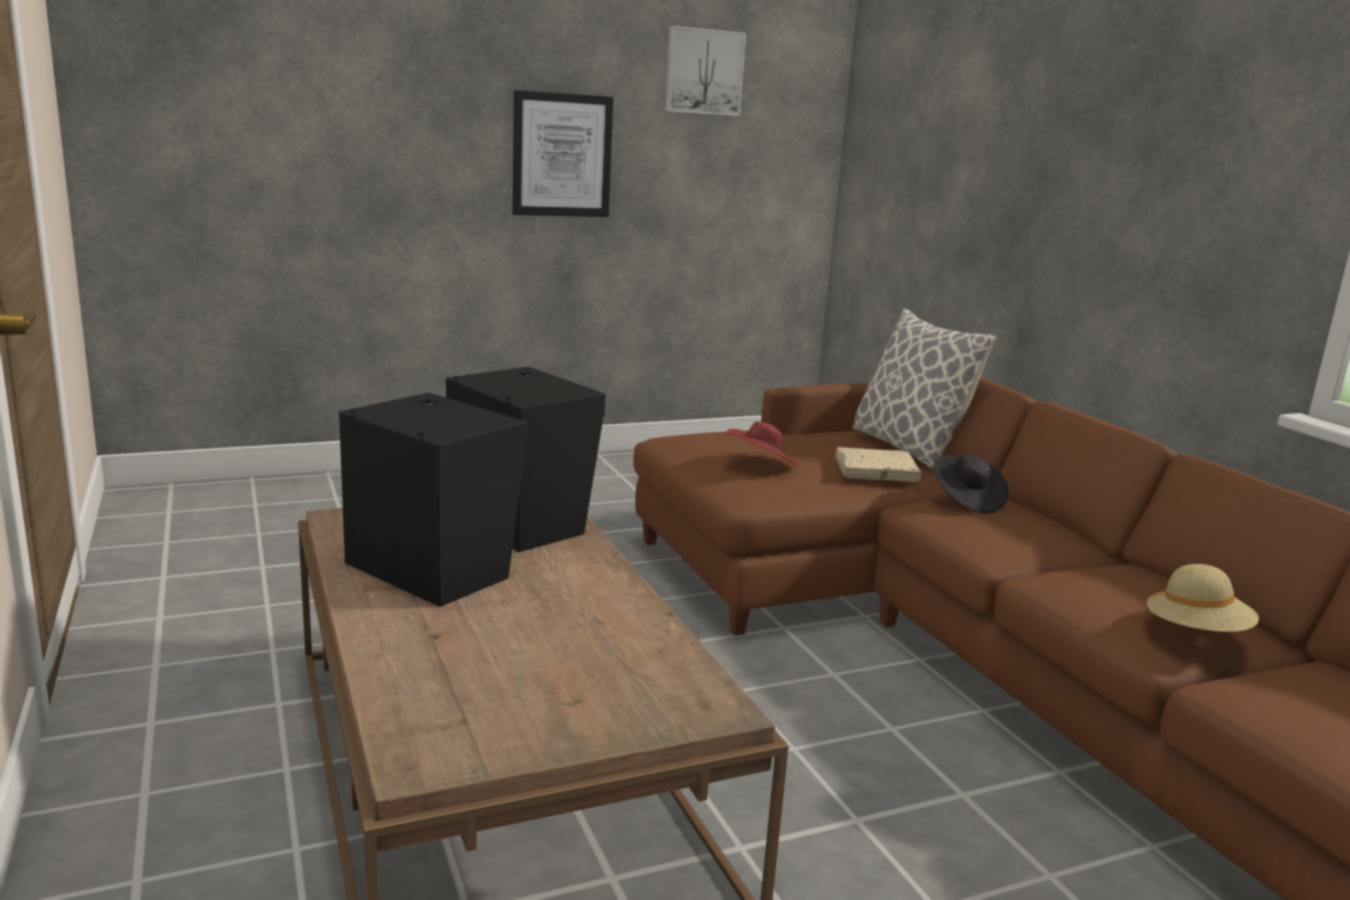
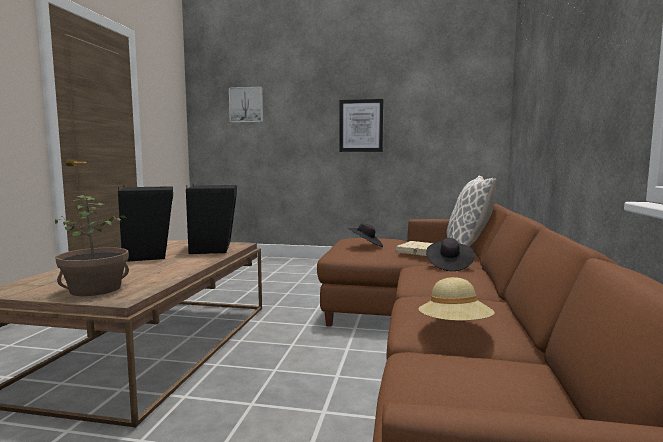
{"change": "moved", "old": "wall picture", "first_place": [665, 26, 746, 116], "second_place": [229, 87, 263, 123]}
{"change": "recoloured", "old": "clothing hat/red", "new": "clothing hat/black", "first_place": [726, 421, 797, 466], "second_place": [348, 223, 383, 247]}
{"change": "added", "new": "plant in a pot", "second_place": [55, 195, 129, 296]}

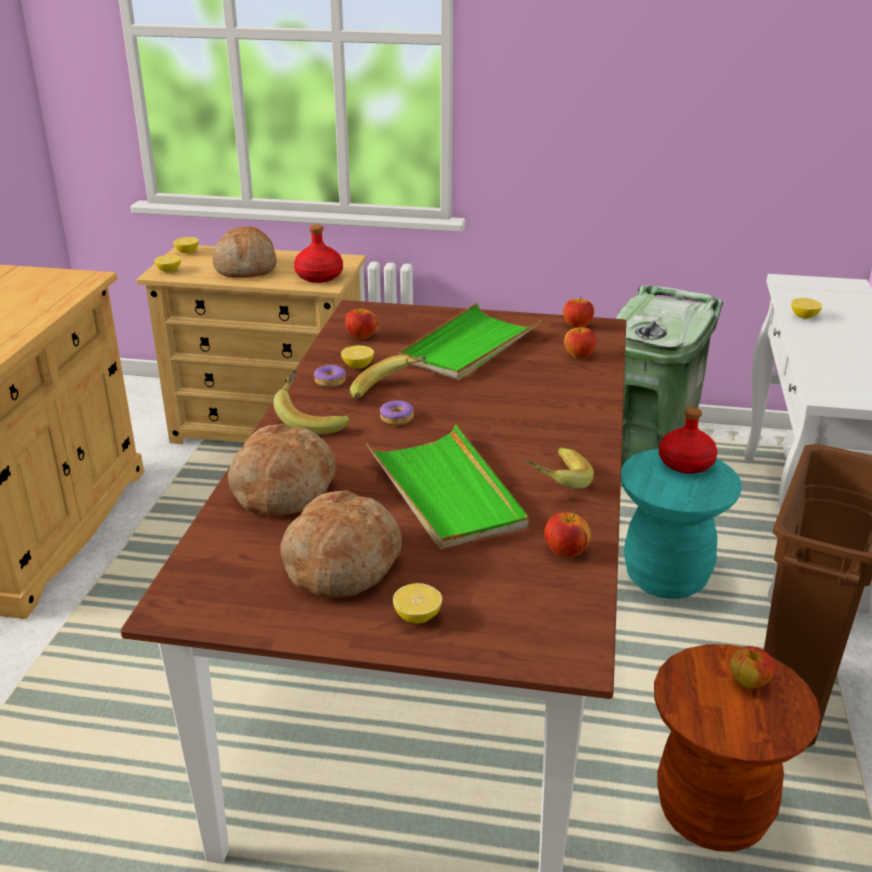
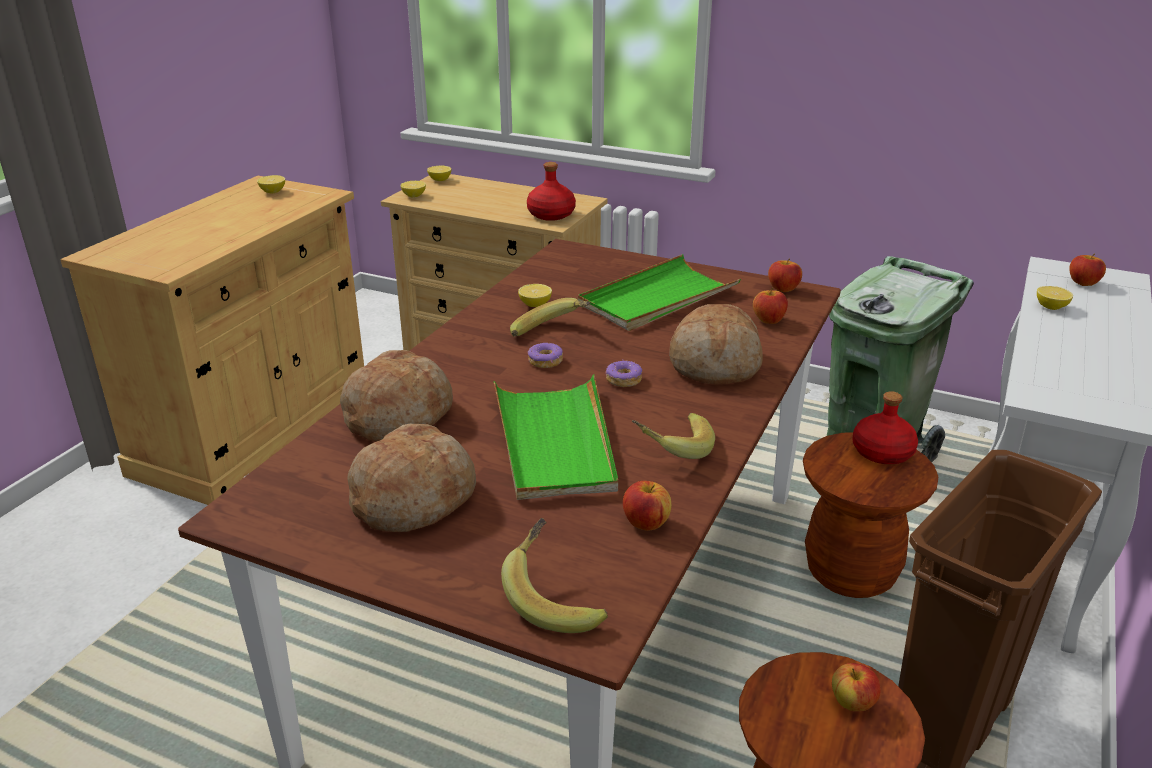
{"change": "moved", "old": "bread", "first_place": [212, 226, 277, 278], "second_place": [669, 304, 763, 385]}
{"change": "moved", "old": "apple", "first_place": [345, 307, 377, 339], "second_place": [1069, 253, 1106, 286]}
{"change": "moved", "old": "donut", "first_place": [314, 364, 346, 387], "second_place": [605, 359, 642, 387]}
{"change": "moved", "old": "whole banana", "first_place": [274, 370, 350, 434], "second_place": [501, 518, 608, 633]}
{"change": "recoloured", "old": "stool seat/turquoise", "new": "stool seat/brown-coloured", "first_place": [621, 449, 742, 599], "second_place": [803, 432, 939, 598]}
{"change": "moved", "old": "citrus fruit", "first_place": [393, 583, 442, 623], "second_place": [257, 175, 285, 194]}

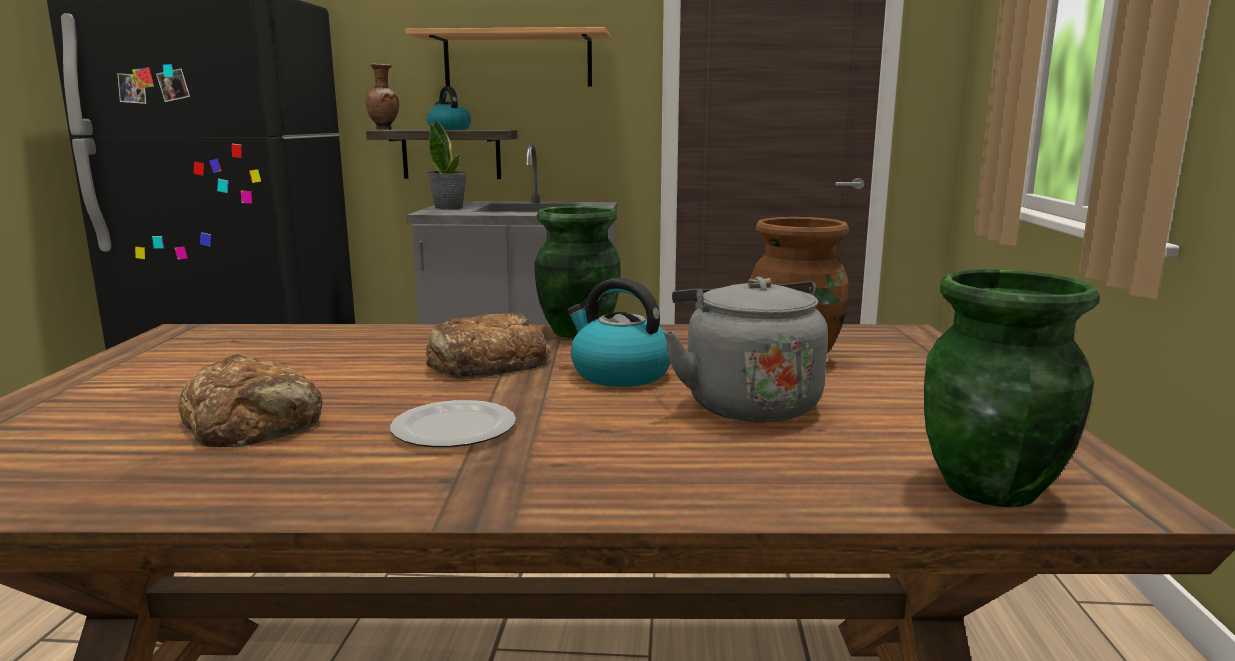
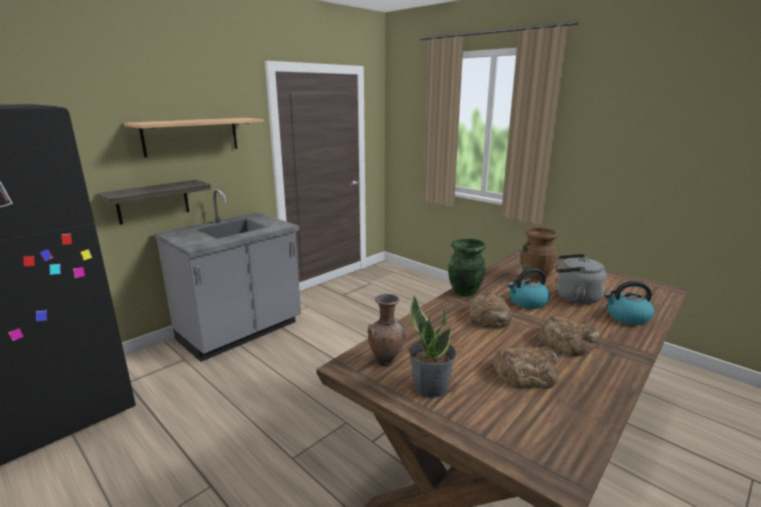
{"change": "moved", "old": "decorative vase/brown-coloured", "first_place": [365, 63, 399, 130], "second_place": [368, 294, 406, 366]}
{"change": "moved", "old": "tea kettle", "first_place": [427, 86, 471, 130], "second_place": [604, 281, 654, 325]}
{"change": "moved", "old": "plant in a pot", "first_place": [427, 119, 467, 210], "second_place": [409, 296, 457, 398]}
{"change": "removed", "old": "decorative vase/greenish", "first_place": [924, 269, 1100, 507]}
{"change": "replaced", "old": "flat dish", "new": "bread", "first_place": [390, 400, 516, 447], "second_place": [539, 316, 599, 356]}

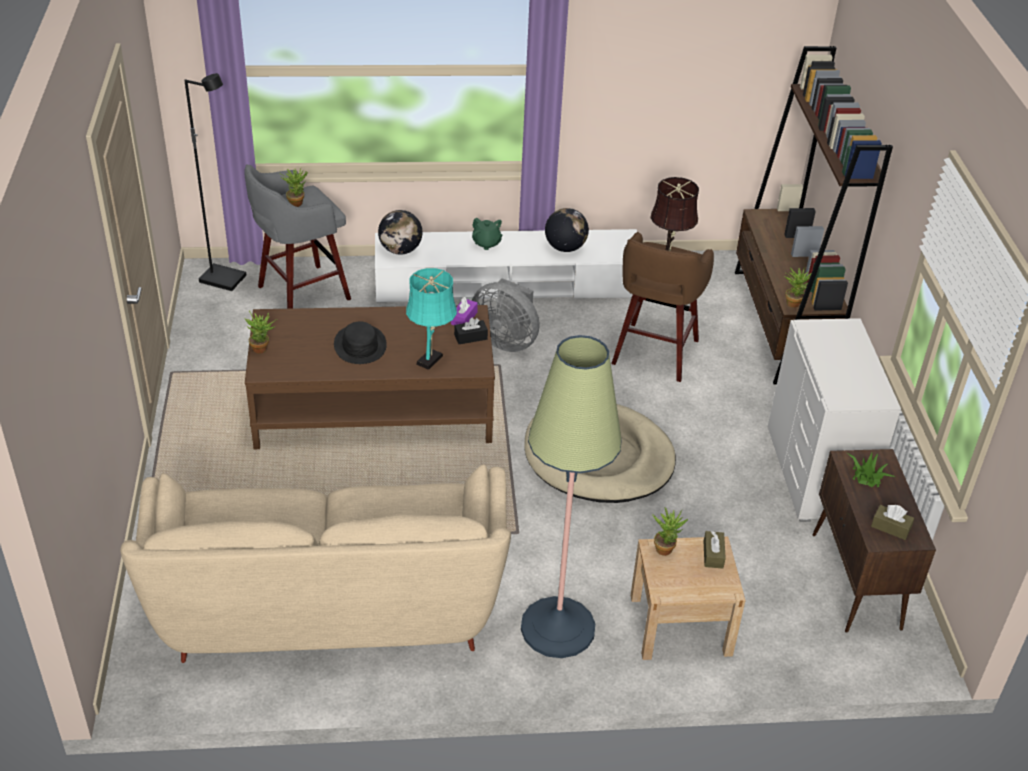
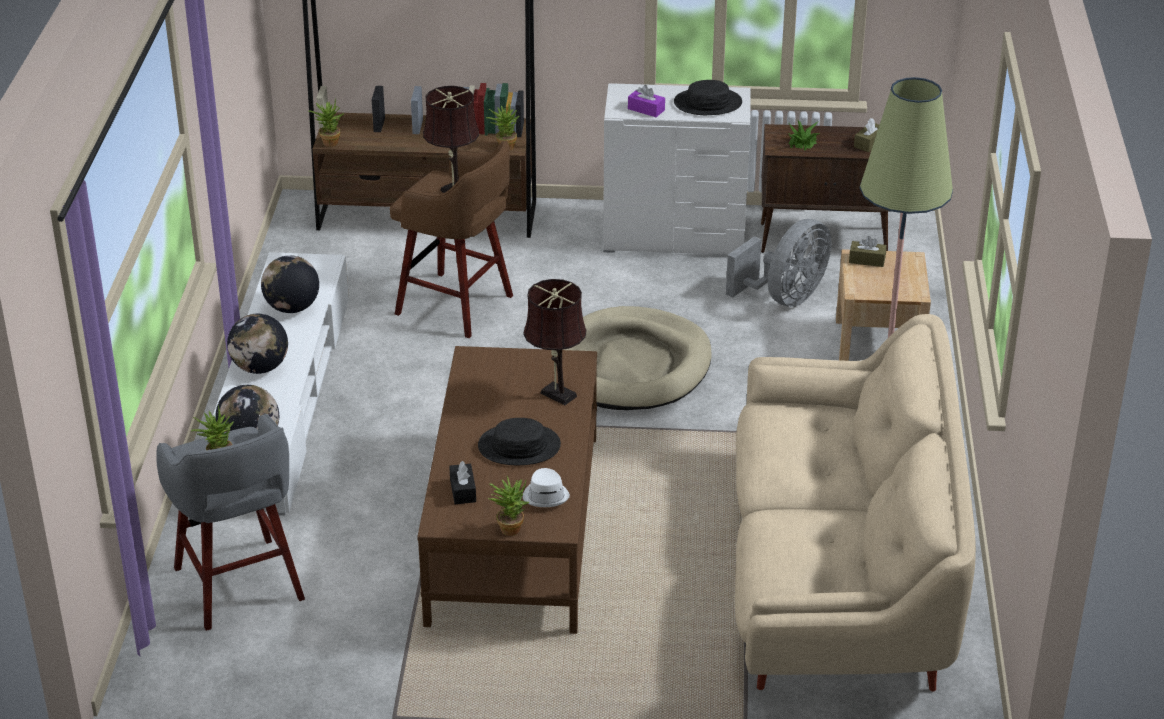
{"change": "removed", "old": "floor lamp/black", "first_place": [184, 73, 246, 291]}
{"change": "replaced", "old": "pot for tea/greenish", "new": "world globe", "first_place": [472, 218, 502, 250], "second_place": [227, 314, 288, 374]}
{"change": "recoloured", "old": "tabletop lamp/turquoise", "new": "tabletop lamp/brown-coloured", "first_place": [406, 268, 457, 370], "second_place": [523, 279, 587, 405]}
{"change": "moved", "old": "fan/grey", "first_place": [472, 278, 540, 352], "second_place": [726, 219, 831, 307]}
{"change": "moved", "old": "box of tissues/purple-coloured", "first_place": [451, 297, 478, 325], "second_place": [628, 85, 665, 117]}
{"change": "moved", "old": "box of tissues/black", "first_place": [454, 318, 488, 344], "second_place": [449, 461, 476, 504]}
{"change": "moved", "old": "plant in a pot", "first_place": [652, 507, 688, 556], "second_place": [308, 99, 344, 147]}
{"change": "added", "new": "clothing hat/black", "second_place": [674, 80, 742, 115]}
{"change": "added", "new": "clothing hat/white-coloured", "second_place": [523, 468, 570, 507]}

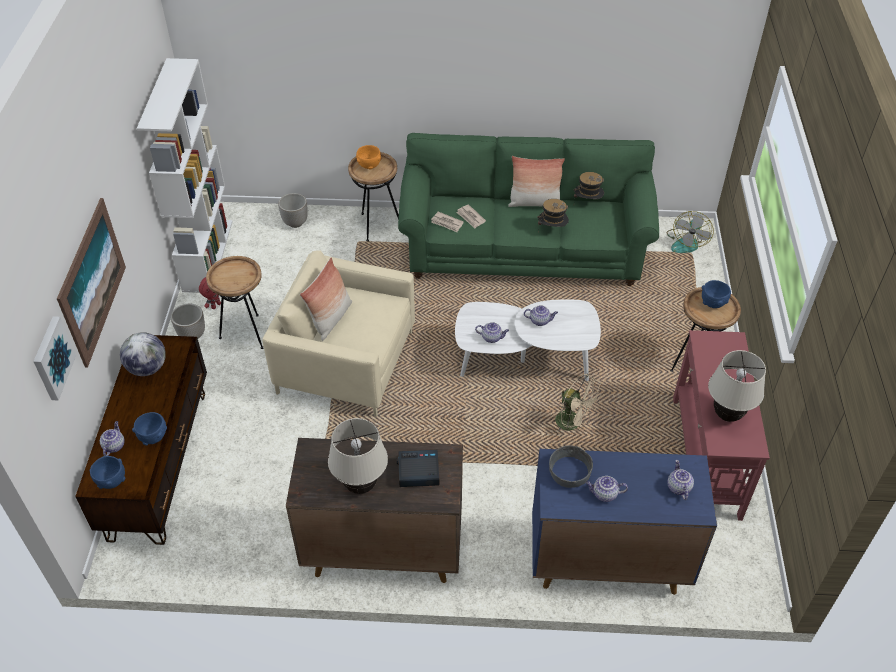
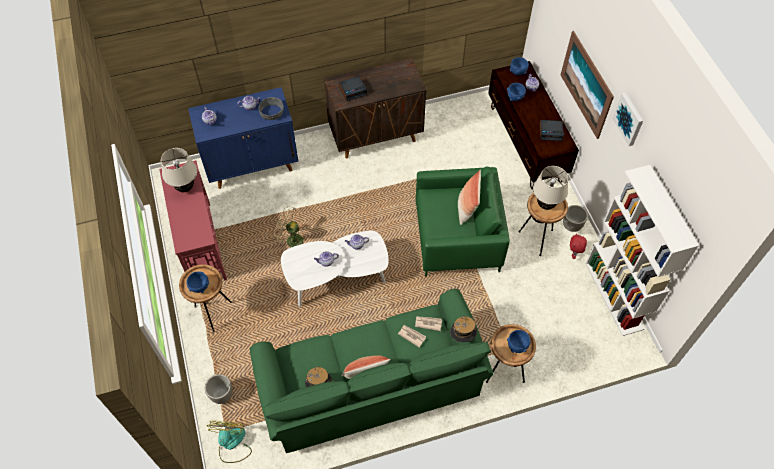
{"change": "recoloured", "old": "bowl/orange-coloured", "new": "bowl/blue-coloured", "first_place": [356, 145, 381, 169], "second_place": [507, 330, 531, 353]}
{"change": "moved", "old": "planter", "first_place": [278, 193, 308, 228], "second_place": [205, 374, 232, 404]}
{"change": "moved", "old": "clothing hat", "first_place": [537, 199, 569, 227], "second_place": [450, 315, 478, 342]}
{"change": "recoloured", "old": "armchair/beige", "new": "armchair/greenish", "first_place": [262, 250, 415, 417], "second_place": [416, 167, 510, 276]}
{"change": "moved", "old": "wall picture", "first_place": [33, 316, 76, 401], "second_place": [612, 93, 643, 146]}
{"change": "replaced", "old": "world globe", "new": "alarm clock", "first_place": [120, 332, 166, 376], "second_place": [540, 120, 564, 141]}
{"change": "moved", "old": "tabletop lamp/beige", "first_place": [328, 418, 388, 494], "second_place": [533, 166, 568, 210]}

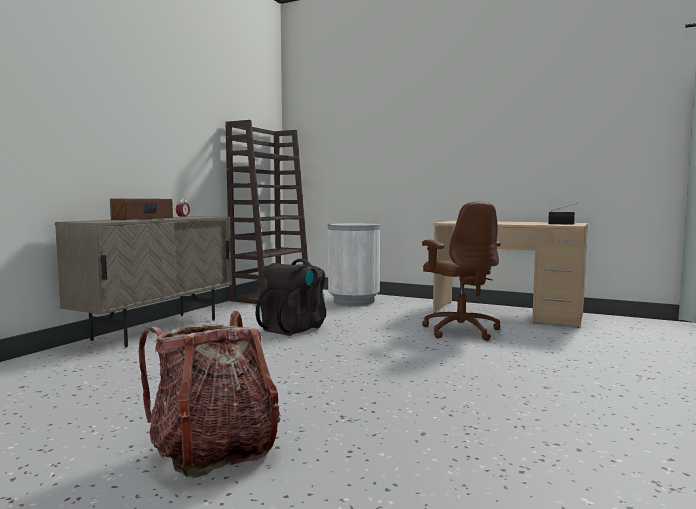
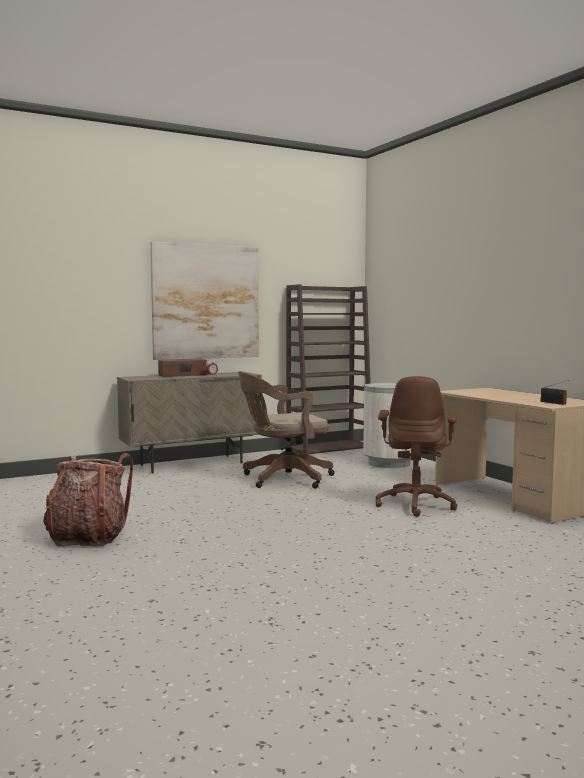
{"change": "replaced", "old": "rucksack/black", "new": "computer chair/brown-coloured", "first_place": [255, 259, 326, 336], "second_place": [238, 371, 335, 489]}
{"change": "added", "new": "wall picture", "second_place": [150, 242, 259, 360]}

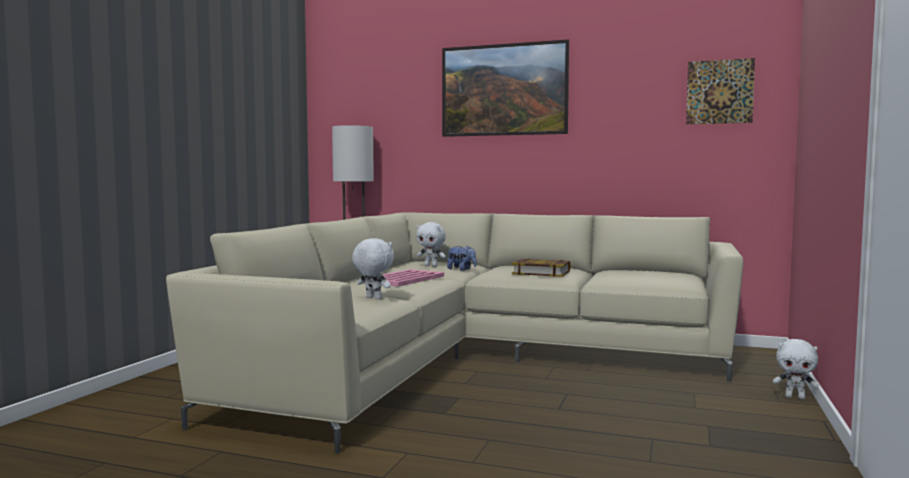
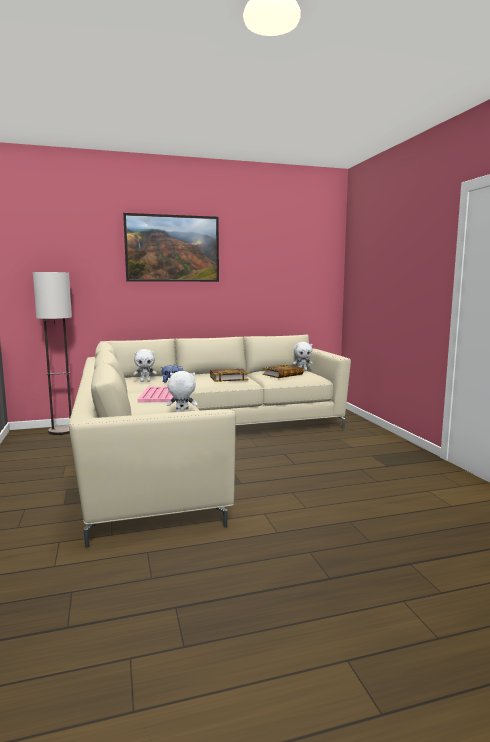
{"change": "removed", "old": "wall picture", "first_place": [686, 58, 755, 124]}
{"change": "moved", "old": "cuddly toy/white-coloured", "first_place": [773, 339, 819, 399], "second_place": [293, 342, 313, 371]}
{"change": "added", "new": "bound book", "second_place": [262, 365, 304, 378]}

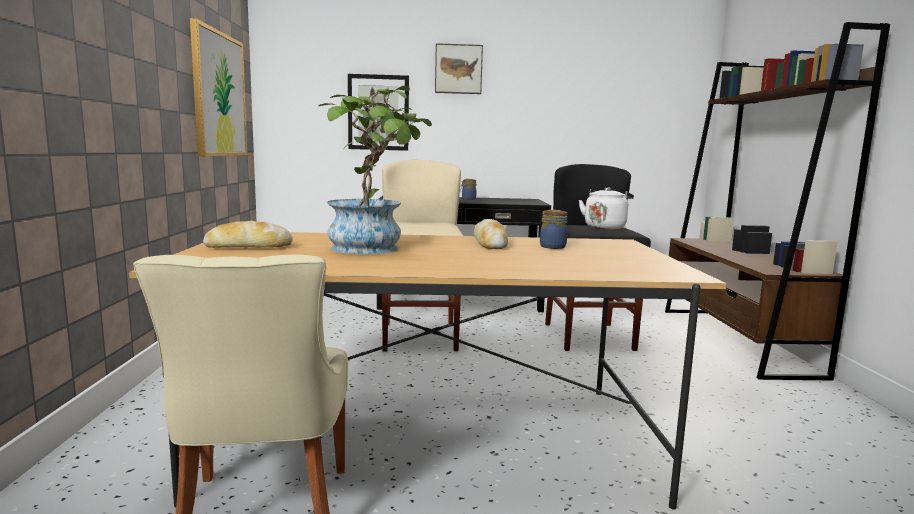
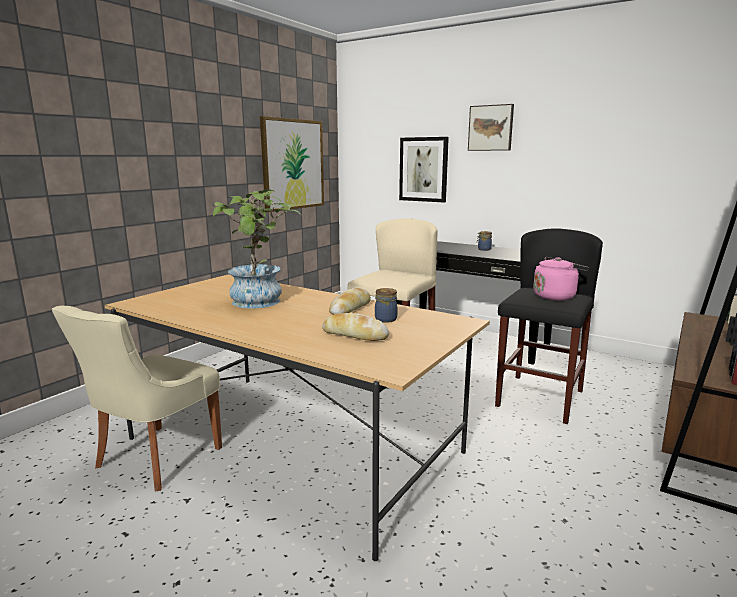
{"change": "recoloured", "old": "tea kettle/white-coloured", "new": "tea kettle/pink-coloured", "first_place": [579, 187, 634, 229], "second_place": [533, 257, 589, 300]}
{"change": "moved", "old": "bread", "first_place": [203, 221, 293, 248], "second_place": [322, 313, 389, 341]}

